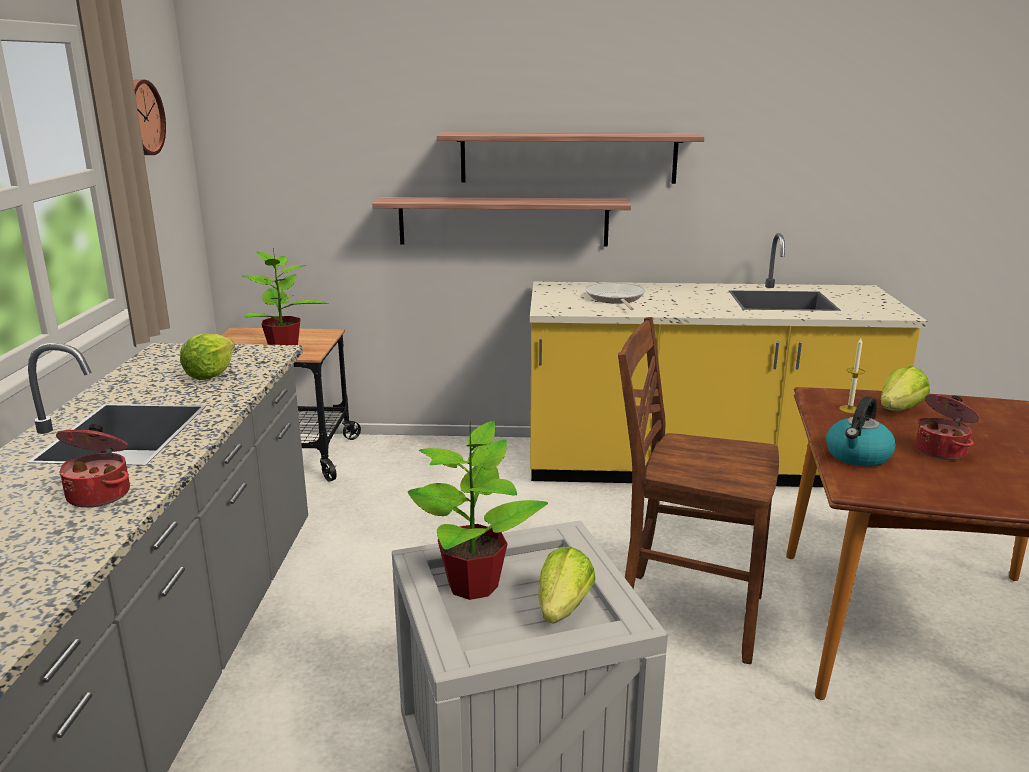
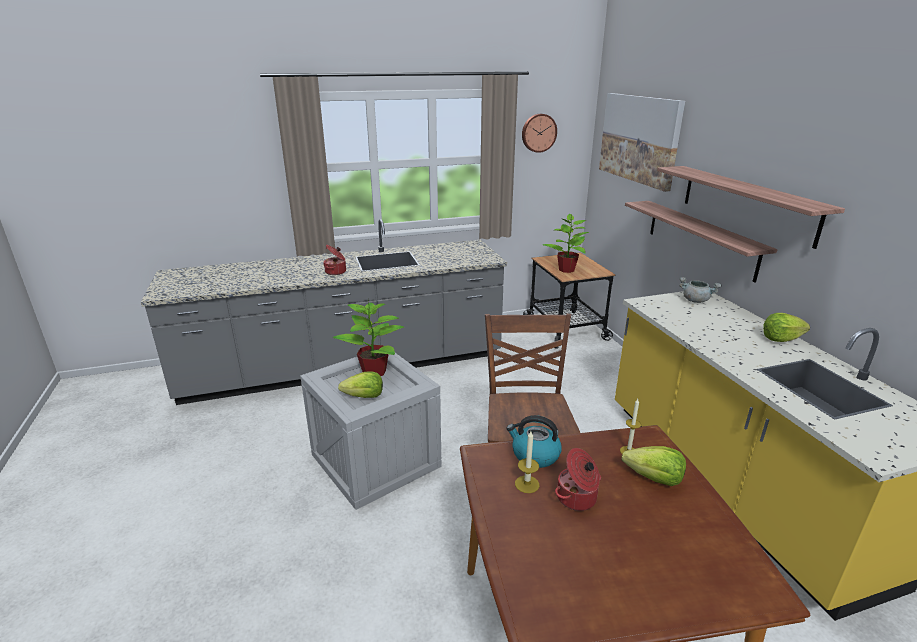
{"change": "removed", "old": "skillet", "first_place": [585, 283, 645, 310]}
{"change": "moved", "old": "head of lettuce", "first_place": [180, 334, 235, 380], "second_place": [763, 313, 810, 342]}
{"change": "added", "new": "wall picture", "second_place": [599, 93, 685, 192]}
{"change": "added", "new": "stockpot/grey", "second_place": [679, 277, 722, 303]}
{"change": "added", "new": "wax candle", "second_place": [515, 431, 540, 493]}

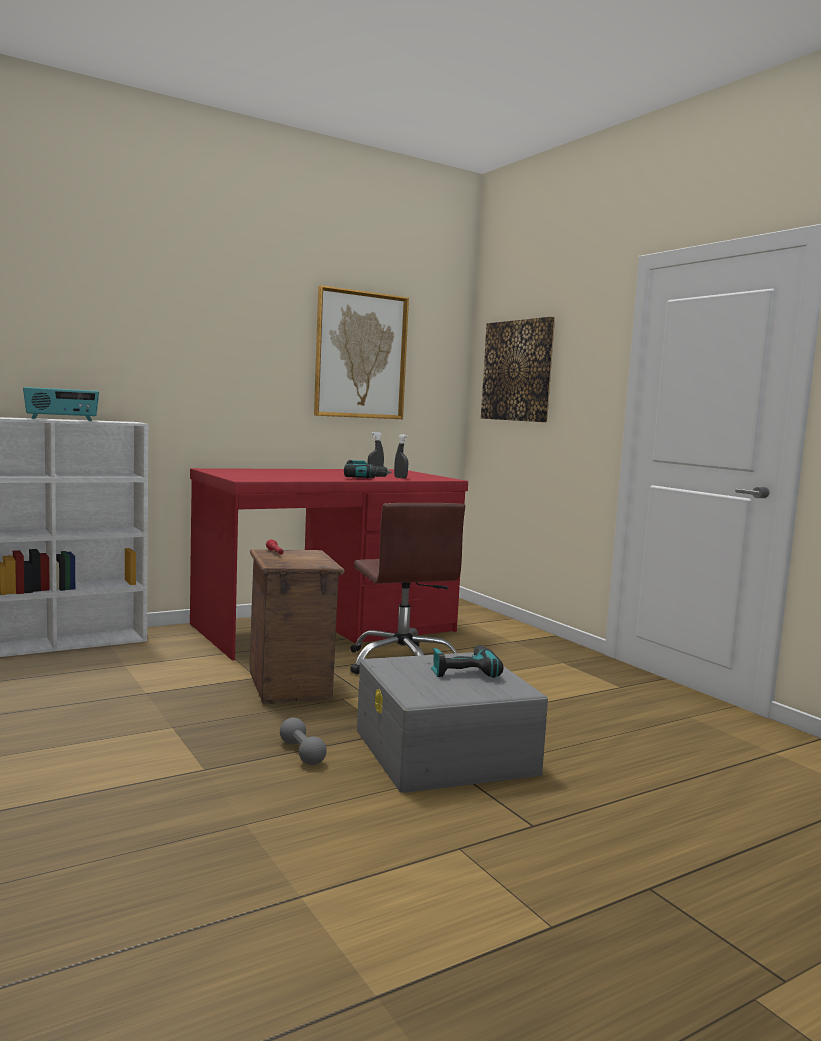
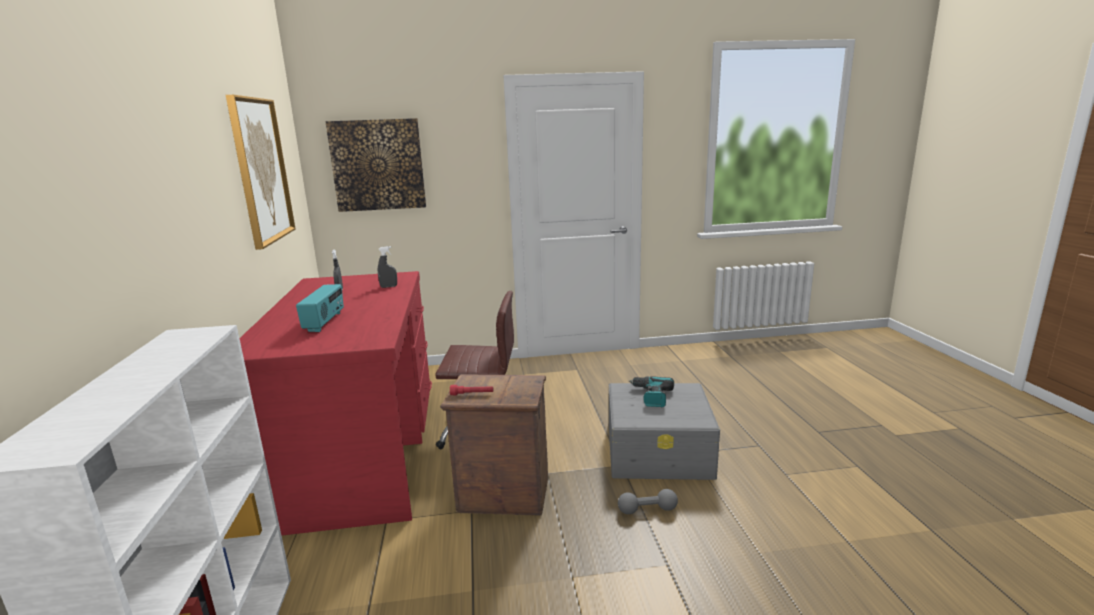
{"change": "moved", "old": "radio set", "first_place": [23, 387, 99, 421], "second_place": [296, 284, 344, 332]}
{"change": "removed", "old": "power drill", "first_place": [344, 460, 392, 478]}

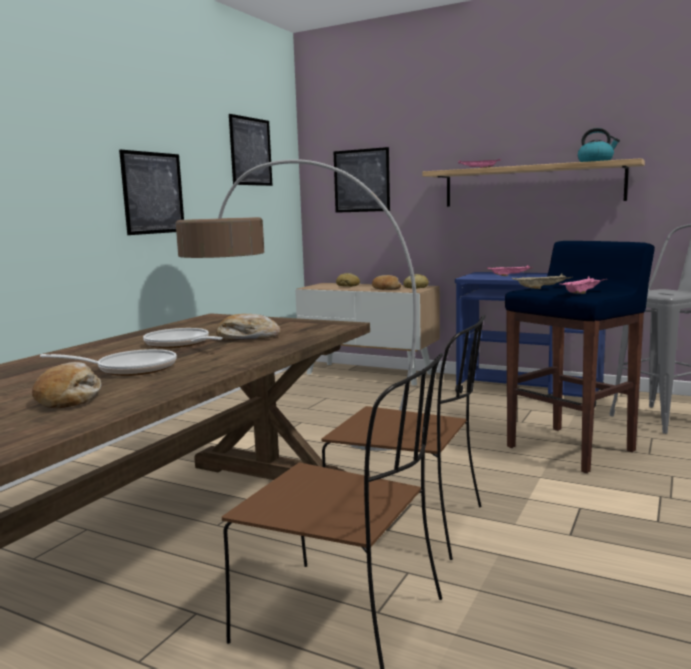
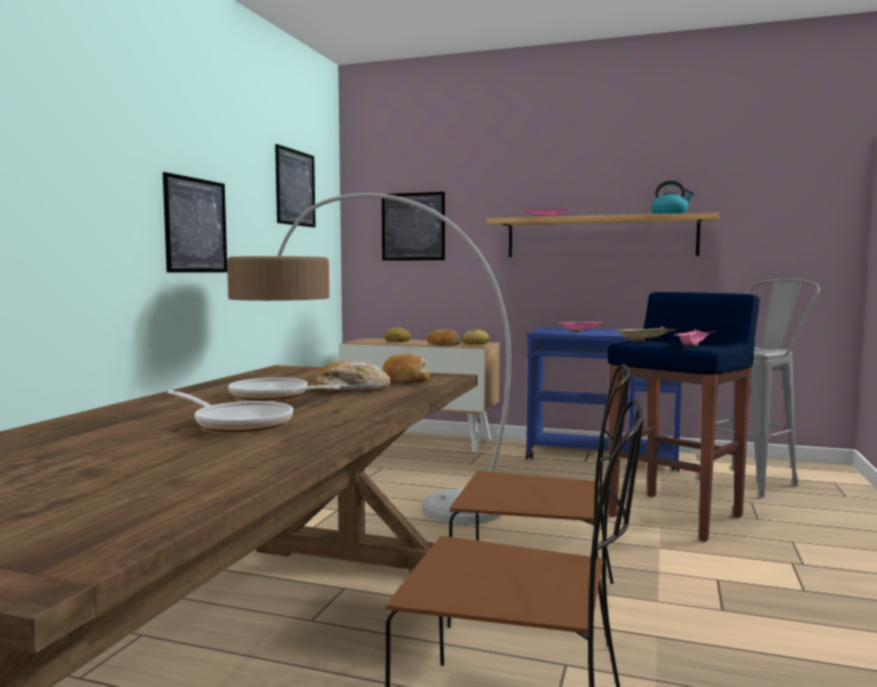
{"change": "turned", "old": "skillet", "first_place": [40, 349, 177, 376], "second_place": [167, 390, 293, 432], "degrees": 45}
{"change": "moved", "old": "bread", "first_place": [32, 362, 101, 408], "second_place": [383, 353, 431, 383]}

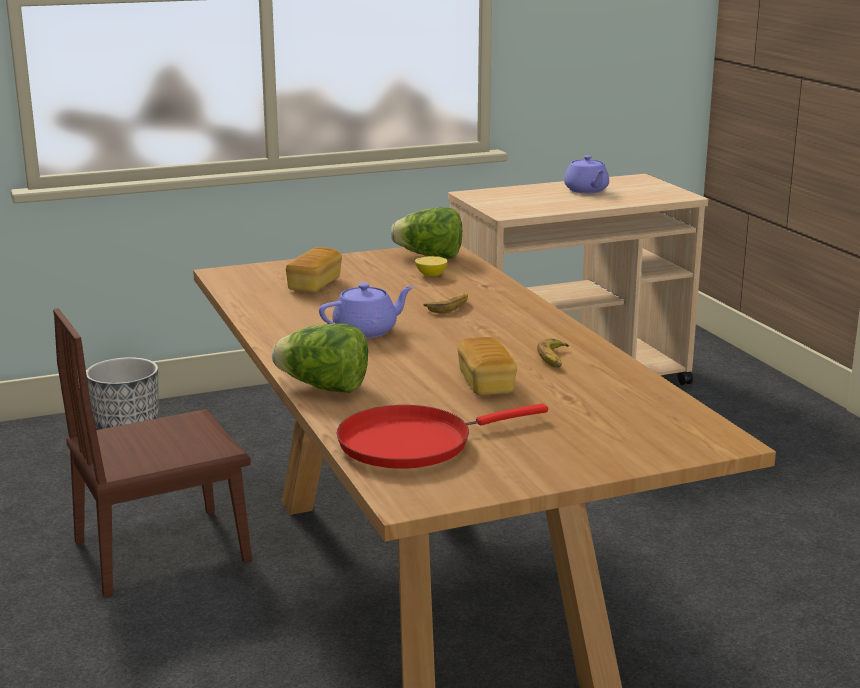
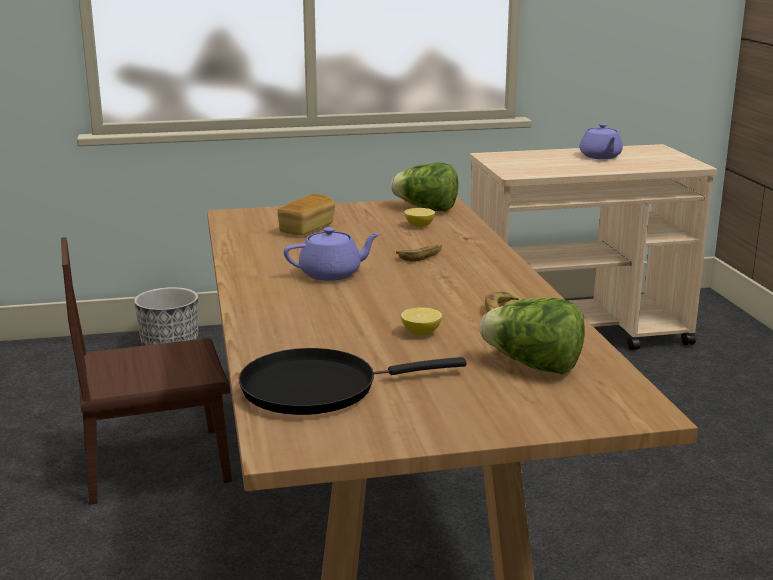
{"change": "moved", "old": "head of lettuce", "first_place": [272, 323, 368, 393], "second_place": [480, 298, 585, 374]}
{"change": "replaced", "old": "bread", "new": "citrus fruit", "first_place": [458, 337, 517, 395], "second_place": [401, 307, 442, 335]}
{"change": "recoloured", "old": "skillet/red", "new": "skillet/black", "first_place": [336, 404, 548, 469], "second_place": [239, 348, 466, 415]}

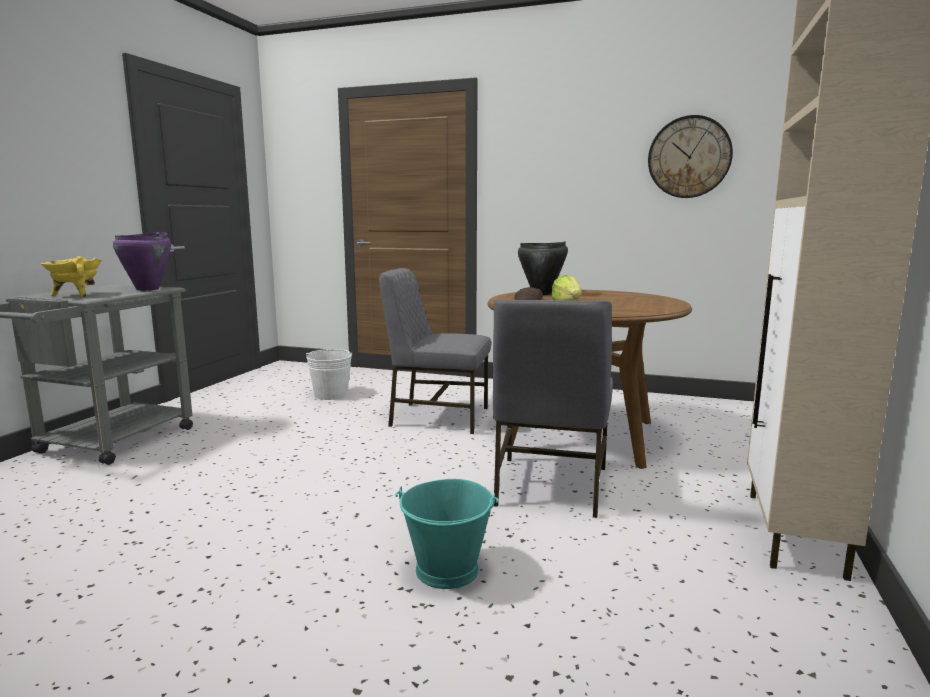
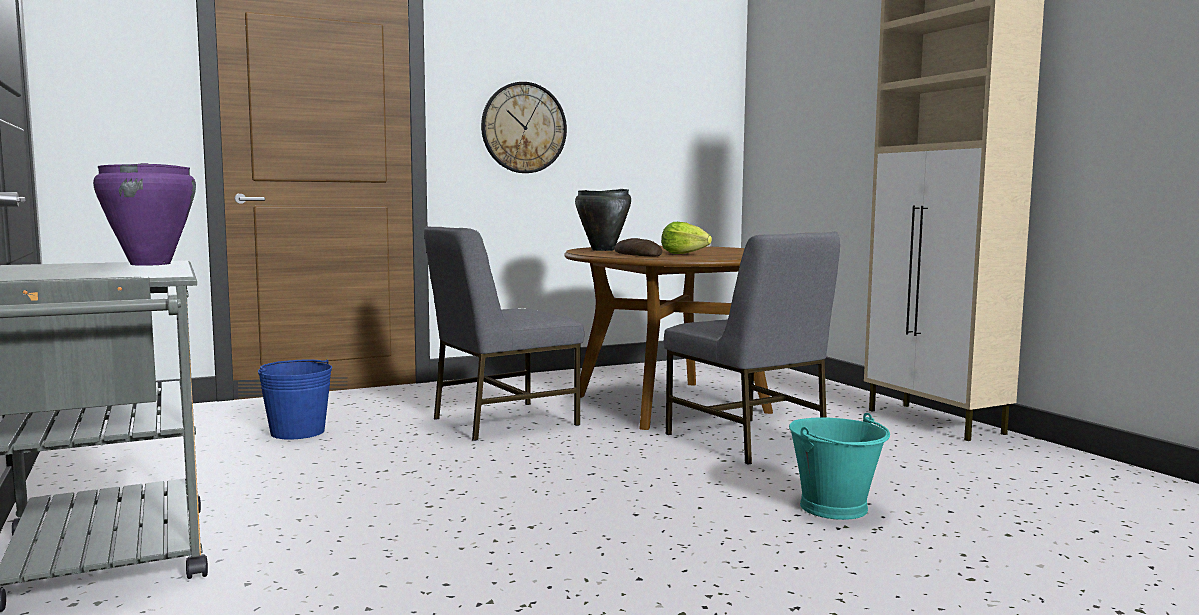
{"change": "moved", "old": "wall clock", "first_place": [648, 115, 733, 198], "second_place": [481, 82, 567, 173]}
{"change": "removed", "old": "stockpot/yellowish", "first_place": [40, 256, 102, 298]}
{"change": "recoloured", "old": "bucket/white-coloured", "new": "bucket/blue-coloured", "first_place": [306, 349, 352, 400], "second_place": [258, 359, 332, 440]}

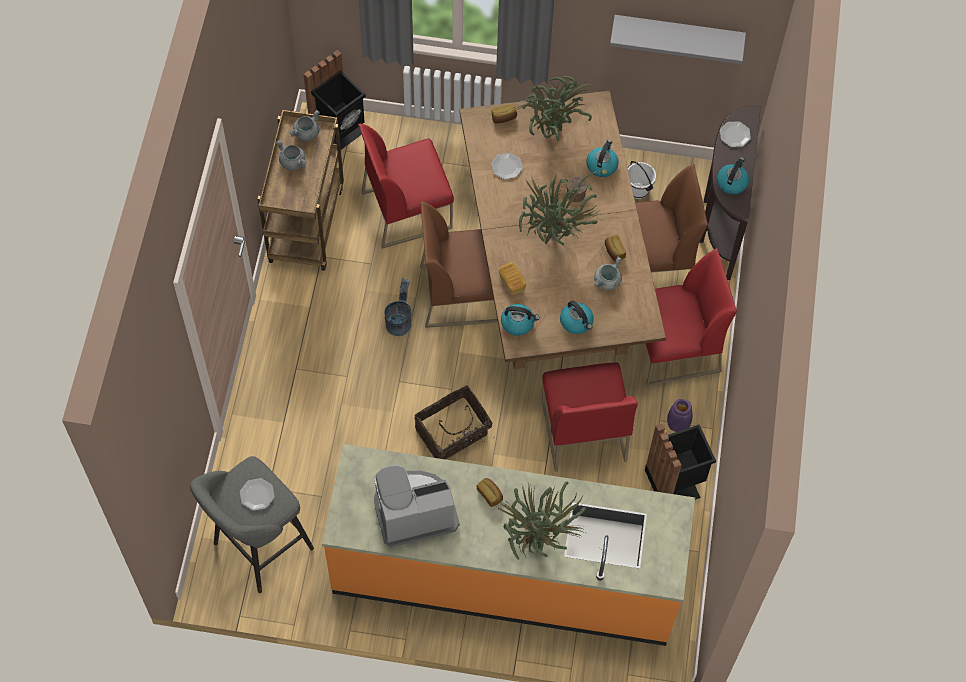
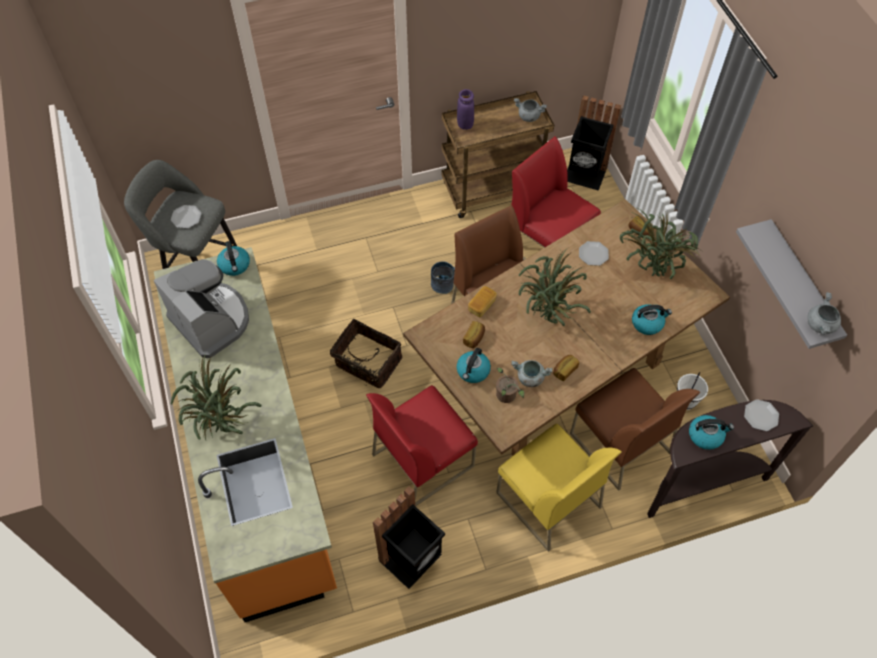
{"change": "moved", "old": "stockpot/grey", "first_place": [276, 140, 307, 170], "second_place": [807, 292, 841, 335]}
{"change": "moved", "old": "plant in a pot", "first_place": [561, 169, 609, 202], "second_place": [496, 368, 525, 403]}
{"change": "recoloured", "old": "chair/red", "new": "chair/yellowish", "first_place": [646, 248, 737, 386], "second_place": [496, 424, 622, 552]}
{"change": "moved", "old": "tea kettle", "first_place": [501, 304, 540, 336], "second_place": [217, 241, 250, 276]}
{"change": "moved", "old": "decorative vase/purple-coloured", "first_place": [667, 399, 693, 432], "second_place": [457, 89, 474, 130]}
{"change": "moved", "old": "bread", "first_place": [477, 478, 503, 507], "second_place": [463, 321, 485, 348]}

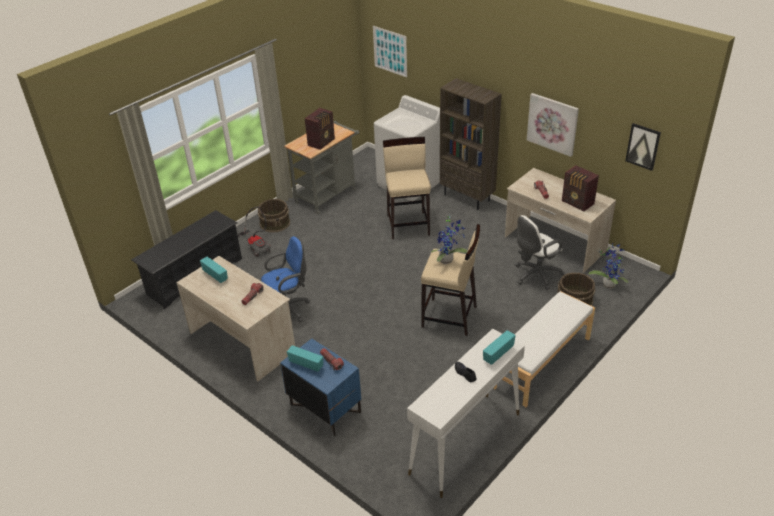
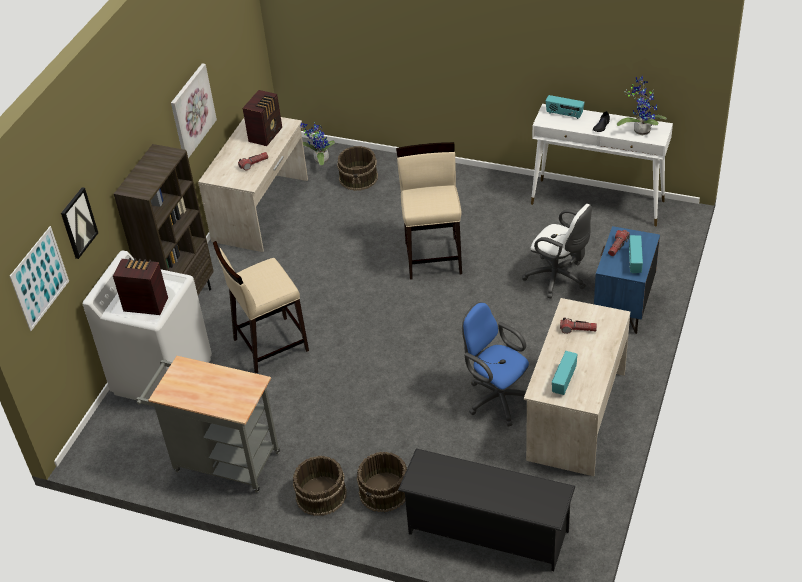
{"change": "moved", "old": "radio set", "first_place": [305, 108, 335, 150], "second_place": [113, 258, 168, 315]}
{"change": "moved", "old": "wall picture", "first_place": [625, 123, 661, 171], "second_place": [61, 187, 98, 259]}
{"change": "replaced", "old": "vacuum cleaner", "new": "bucket/brown-coloured", "first_place": [237, 207, 271, 257], "second_place": [357, 451, 407, 512]}
{"change": "moved", "old": "plant in a pot", "first_place": [431, 214, 468, 264], "second_place": [617, 75, 667, 135]}
{"change": "moved", "old": "computer chair/white-coloured", "first_place": [516, 215, 564, 290], "second_place": [522, 204, 592, 298]}
{"change": "removed", "old": "bench/white-coloured", "first_place": [493, 291, 595, 407]}

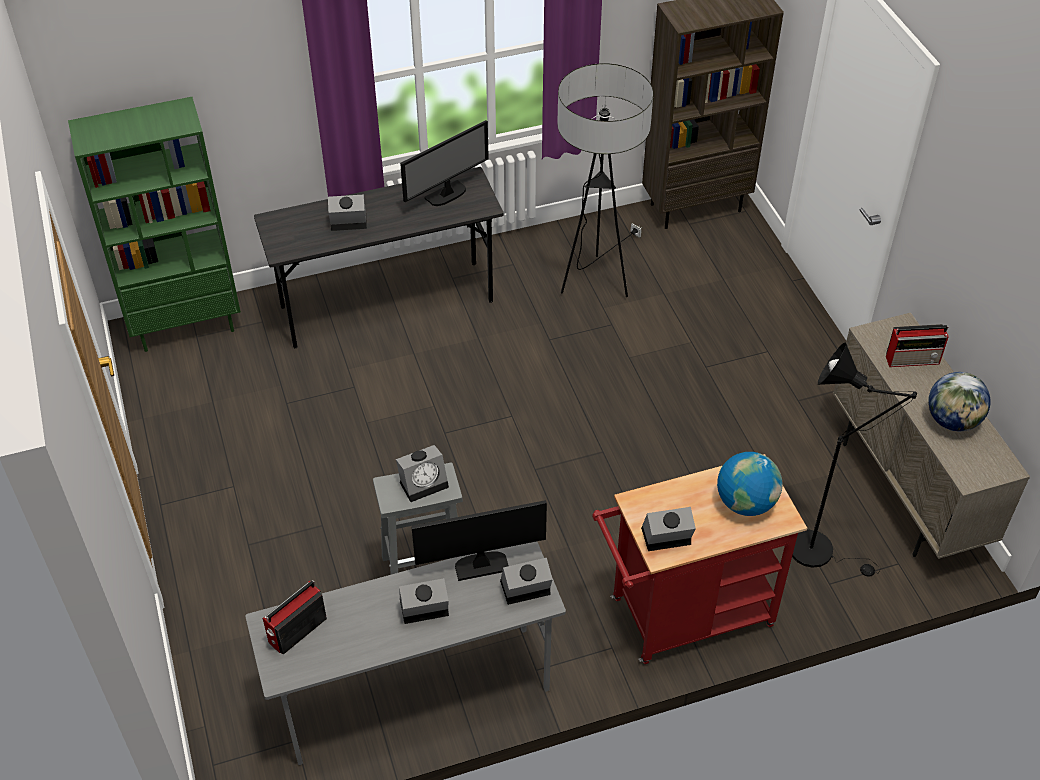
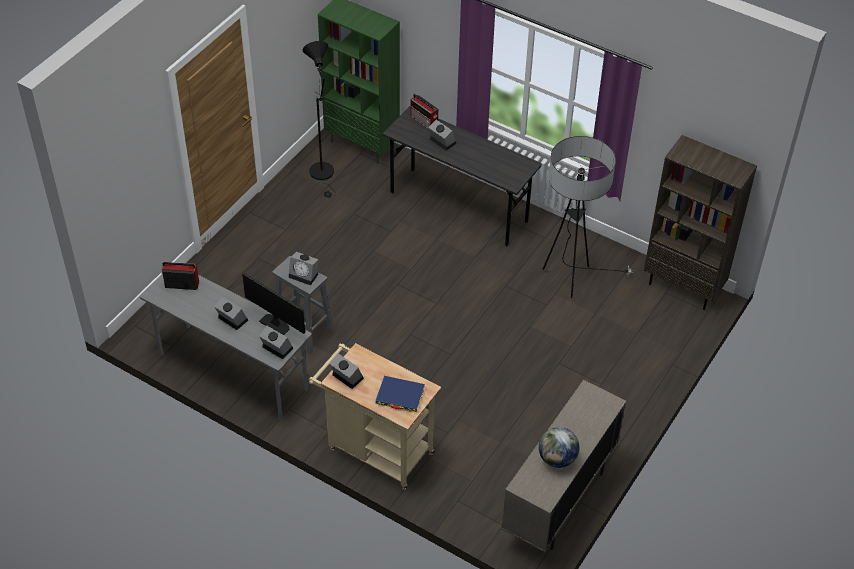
{"change": "removed", "old": "computer display", "first_place": [400, 120, 489, 206]}
{"change": "moved", "old": "radio set", "first_place": [886, 324, 949, 367], "second_place": [411, 94, 438, 129]}
{"change": "moved", "old": "floor lamp/black", "first_place": [792, 342, 917, 577], "second_place": [303, 41, 336, 197]}
{"change": "replaced", "old": "world globe", "new": "bound book/blue-coloured", "first_place": [717, 452, 782, 516], "second_place": [375, 376, 425, 412]}
{"change": "recoloured", "old": "wheeled cart/red", "new": "wheeled cart/beige", "first_place": [592, 454, 807, 664], "second_place": [309, 343, 441, 490]}

